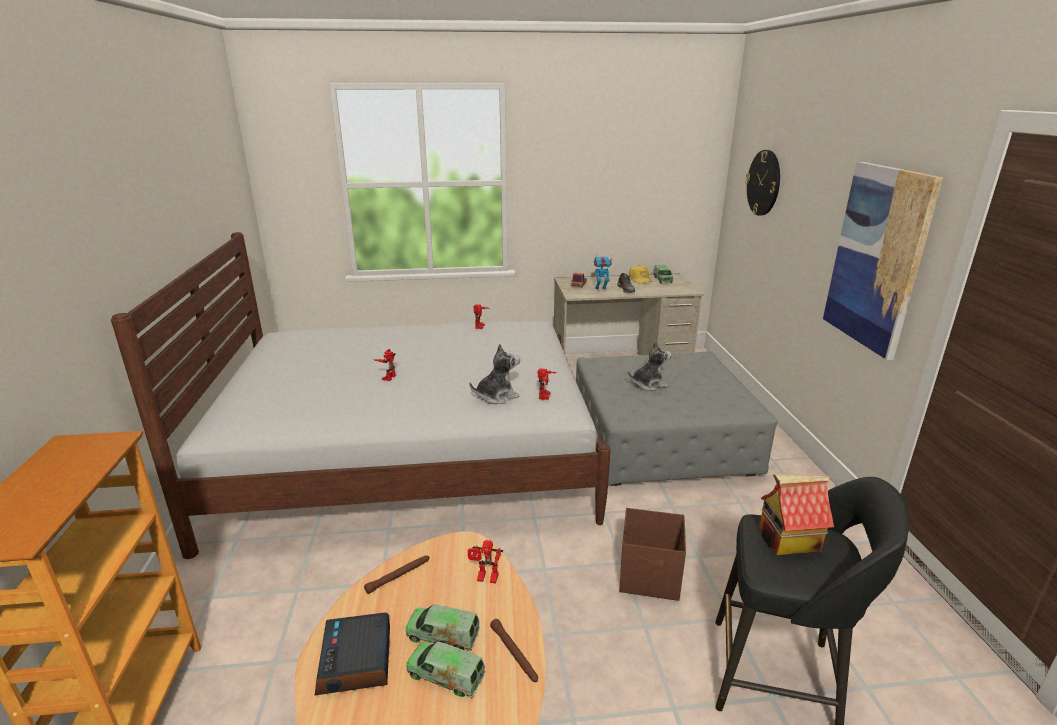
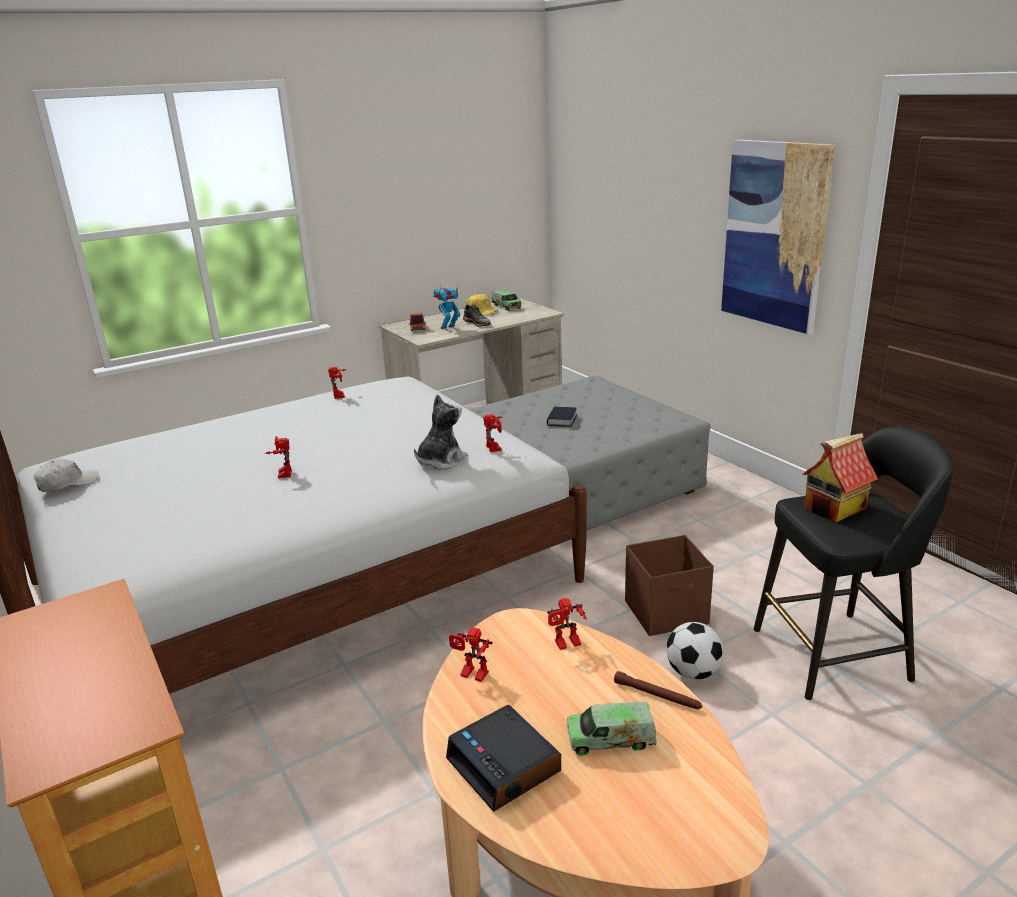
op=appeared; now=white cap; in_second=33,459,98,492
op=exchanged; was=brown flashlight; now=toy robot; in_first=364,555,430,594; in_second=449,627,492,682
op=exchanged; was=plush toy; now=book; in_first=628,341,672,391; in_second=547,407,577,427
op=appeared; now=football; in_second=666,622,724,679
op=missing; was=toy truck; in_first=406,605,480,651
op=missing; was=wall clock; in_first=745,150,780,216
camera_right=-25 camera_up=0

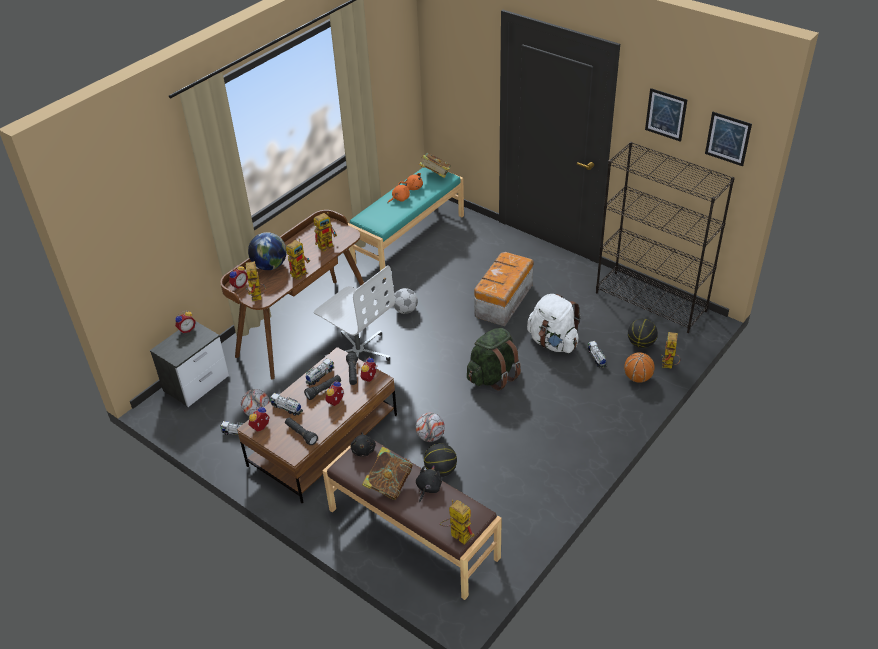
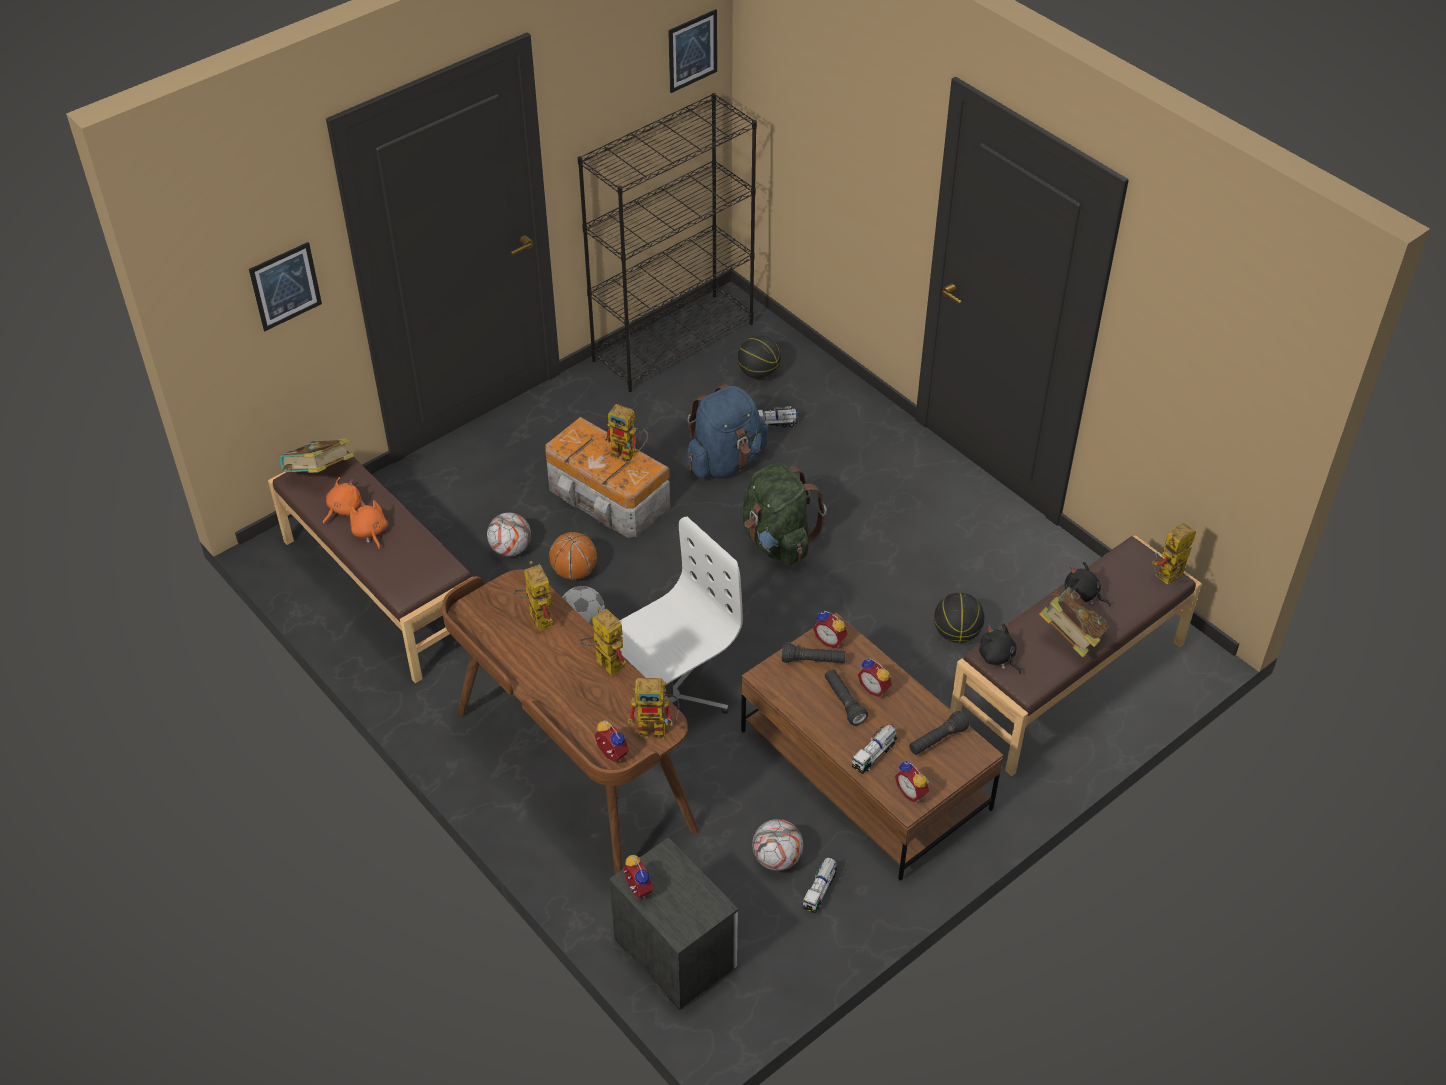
op=relocated; was=picture; in_first=645,88,687,142; in_second=249,242,322,331
op=colour; was=turquoise bench; now=brown bench; in_first=348,167,464,279; in_second=268,451,472,683
op=relocated; was=football; in_first=415,412,445,442; in_second=487,513,531,556
op=relocated; was=basketball; in_first=624,352,655,383; in_second=549,532,597,580
op=relocated; was=toy robot; in_first=662,332,680,368; in_second=604,404,648,463
op=colour; was=white backpack; now=blue backpack; in_first=527,294,581,353; in_second=686,384,768,478
op=spun; was=black plush toy; in_first=350,432,376,456; in_second=979,623,1021,674; clockwise=-135
op=missing; was=globe; in_first=248,232,287,270
op=missing; was=toy truck; in_first=305,358,334,386
camera_right=-80 camera_up=5

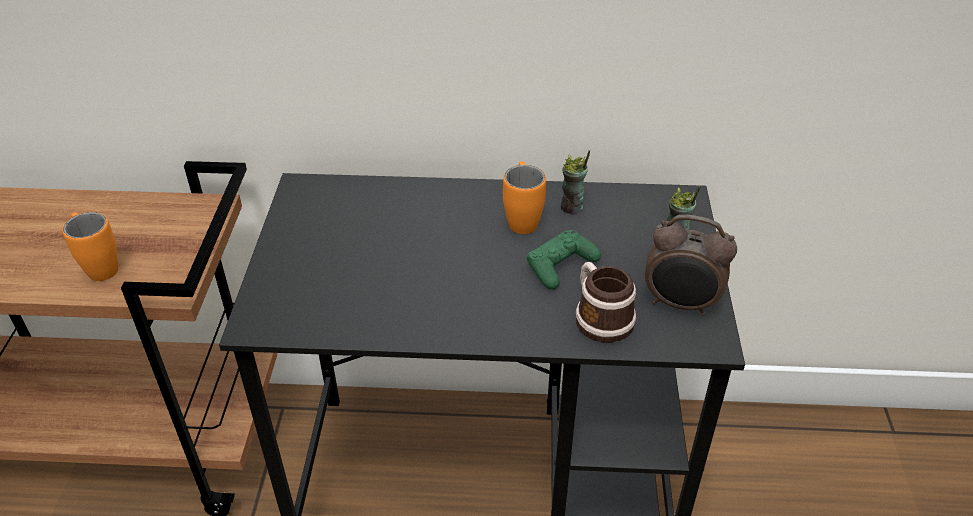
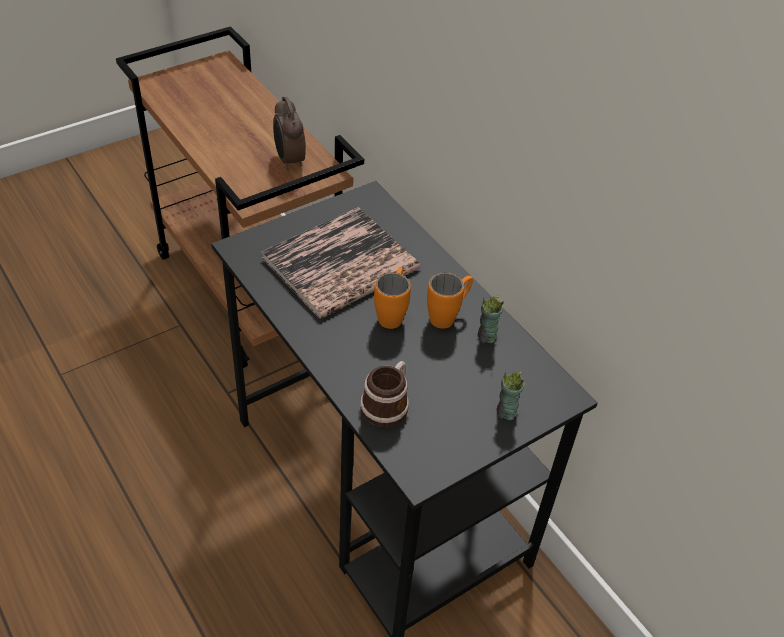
op=appeared; now=book; in_second=262,207,420,319
op=relocated; was=alarm clock; in_first=645,215,737,316; in_second=273,97,306,171
op=relocated; was=orange mug; in_first=63,212,118,281; in_second=374,268,411,329
op=missing; was=green game controller; in_first=527,230,601,290
camera_right=50 camera_up=5

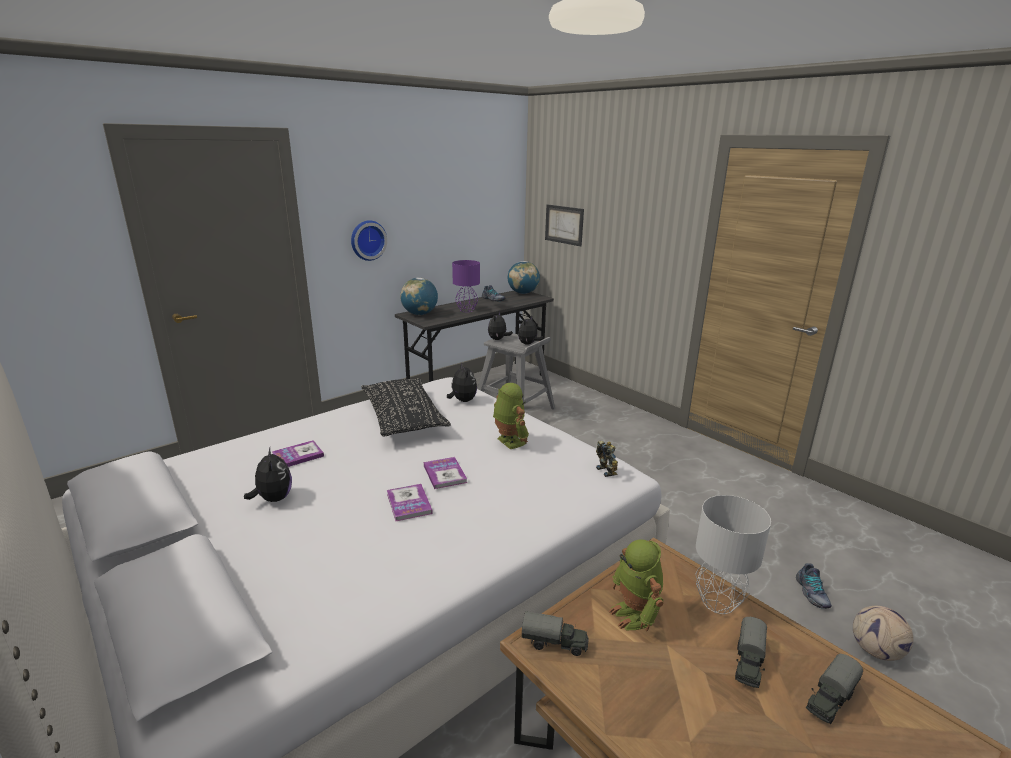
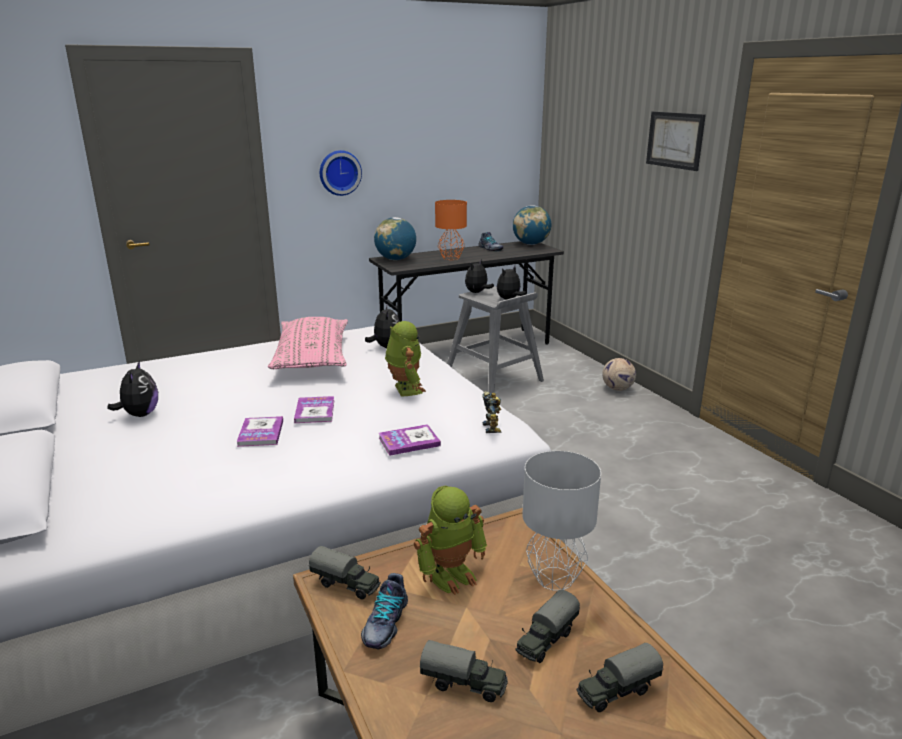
op=colour; was=black pillow; now=pink pillow; in_first=361,378,451,436; in_second=268,317,348,369
op=relocated; was=shoe; in_first=796,563,832,609; in_second=361,573,408,650
op=relocated; was=book; in_first=272,440,324,467; in_second=379,424,441,456
op=spun; was=toy robot; in_first=609,539,663,631; in_second=414,486,487,595; clockwise=-120
op=appeared; now=toy truck; in_second=419,640,508,702
op=colour; was=purple table lamp; now=orange table lamp; in_first=452,260,480,312; in_second=435,200,467,260
op=relocated; was=football; in_first=853,606,914,661; in_second=602,358,636,391
op=relocated; was=picture; in_first=545,204,584,246; in_second=646,111,706,171
camera_right=15 camera_up=0

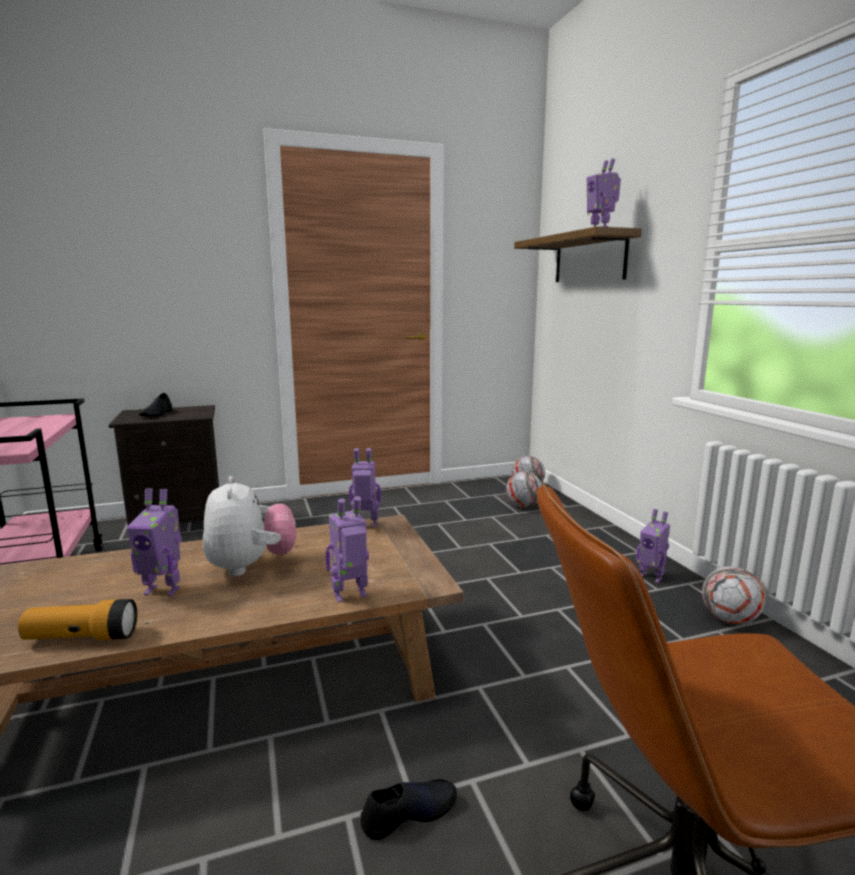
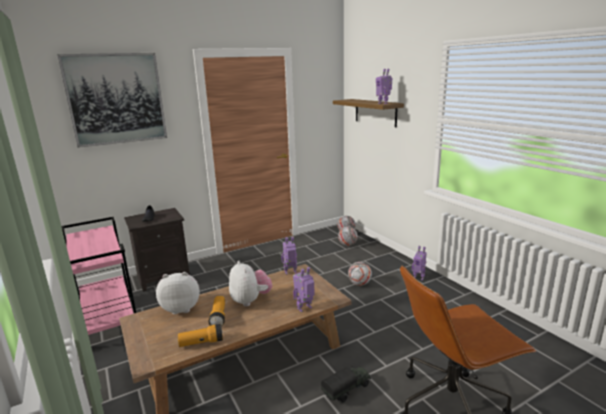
op=appeared; now=picture; in_second=57,53,167,148
op=appeared; now=plush toy; in_second=156,272,200,314
op=exchanged; was=toy robot; now=flashlight; in_first=127,489,182,596; in_second=209,296,225,327
op=exchanged; was=black shoe; now=toy truck; in_first=361,779,457,840; in_second=321,366,371,402
op=relocated; was=football; in_first=702,566,766,624; in_second=348,262,372,286
camera_right=-10 camera_up=5

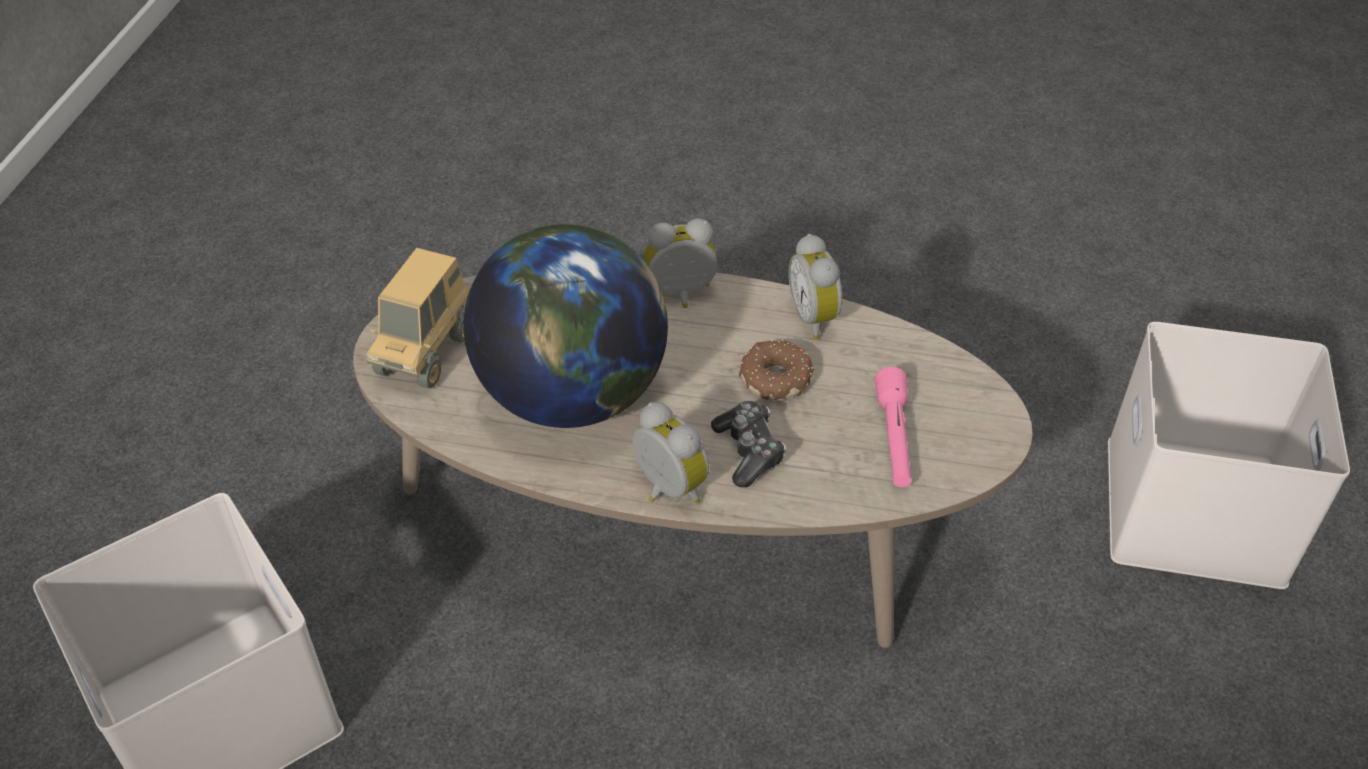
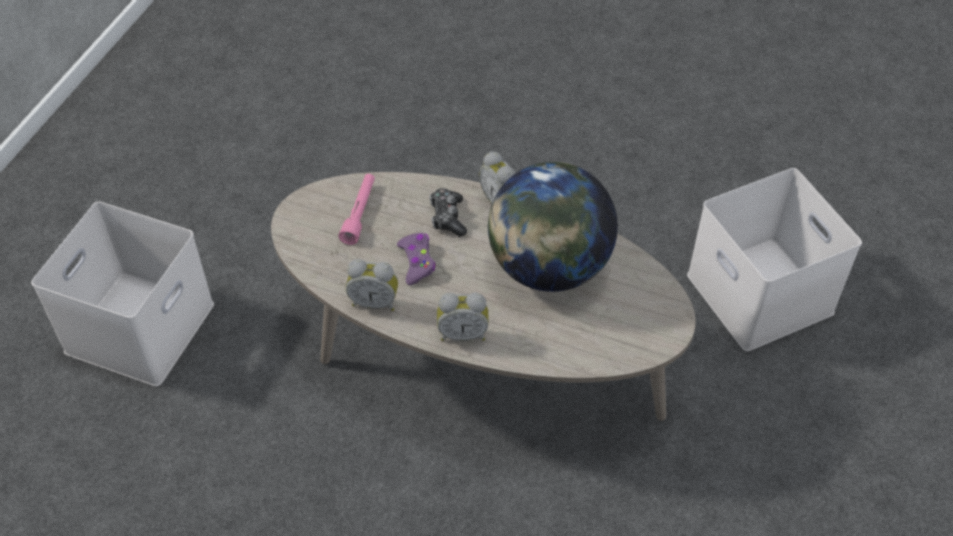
op=spun; was=alarm clock; in_first=789,234,842,340; in_second=346,259,398,311; clockwise=105
op=exchanged; was=donut; now=purple game controller; in_first=739,339,814,400; in_second=397,233,436,285
op=missing; was=toy truck; in_first=366,248,470,389
camera_right=-170 camera_up=5

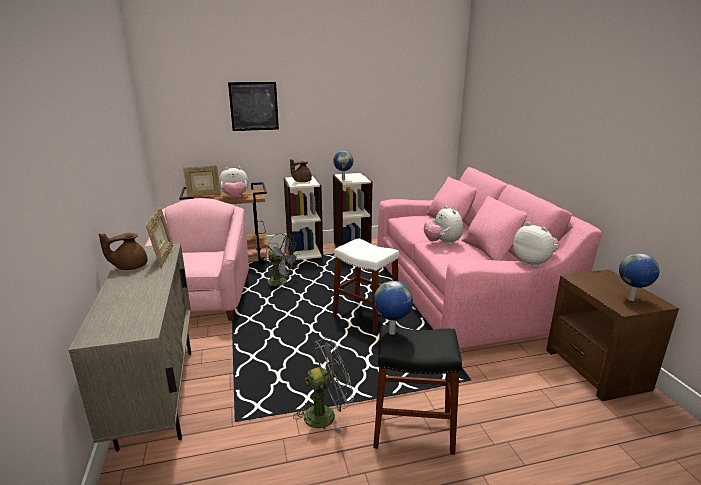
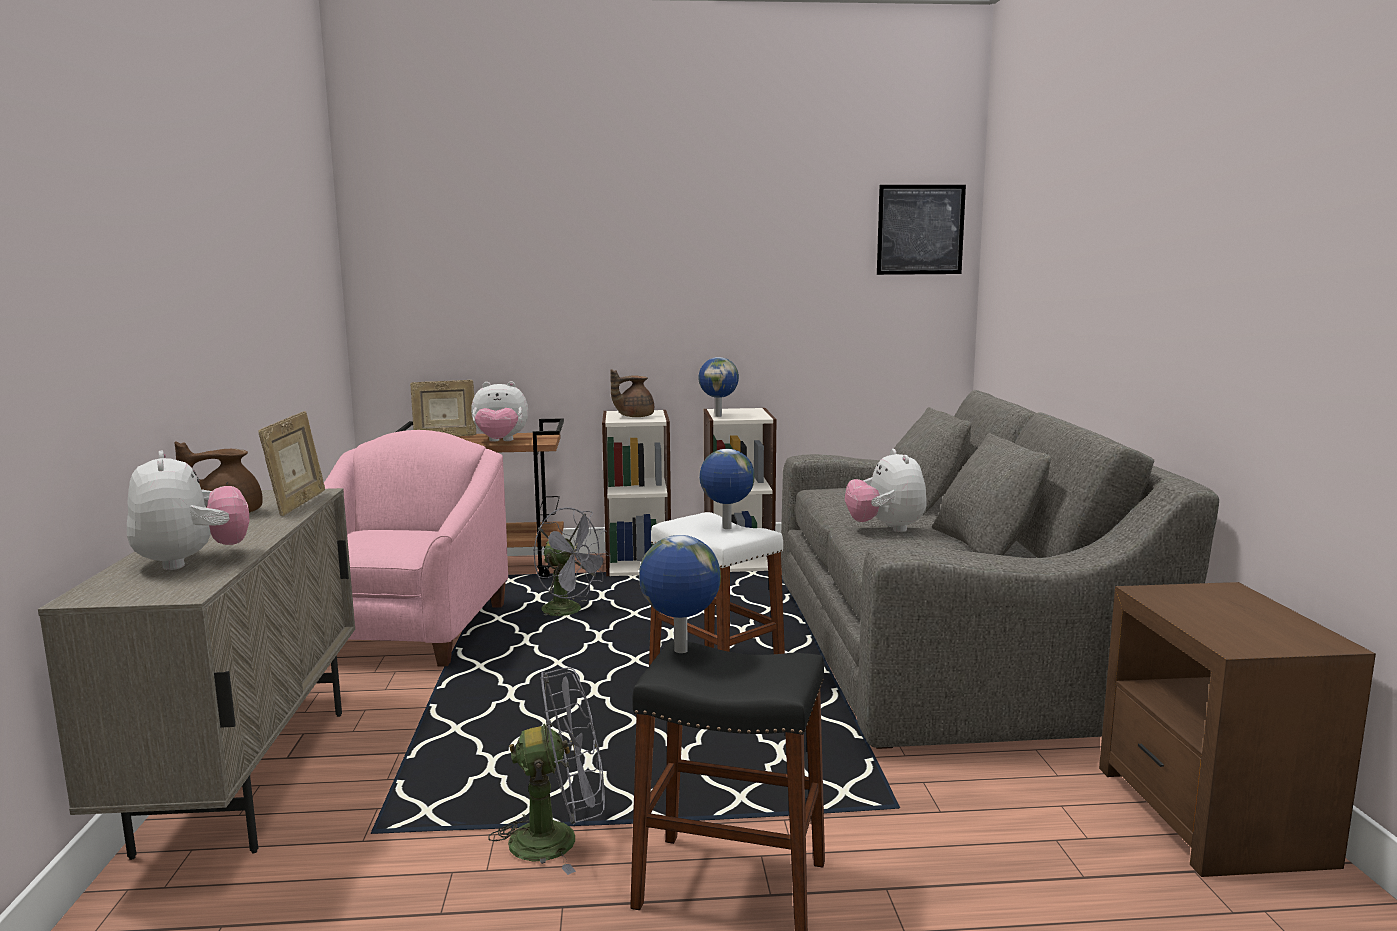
op=relocated; was=plush toy; in_first=513,222,559,268; in_second=127,451,249,570
op=relocated; was=globe; in_first=619,253,659,301; in_second=699,449,755,529
op=colour; was=pink sofa; now=grey sofa; in_first=377,167,602,349; in_second=781,390,1219,749
op=relocated; was=picture; in_first=228,82,279,131; in_second=877,185,966,275
camera_right=10 camera_up=-10

